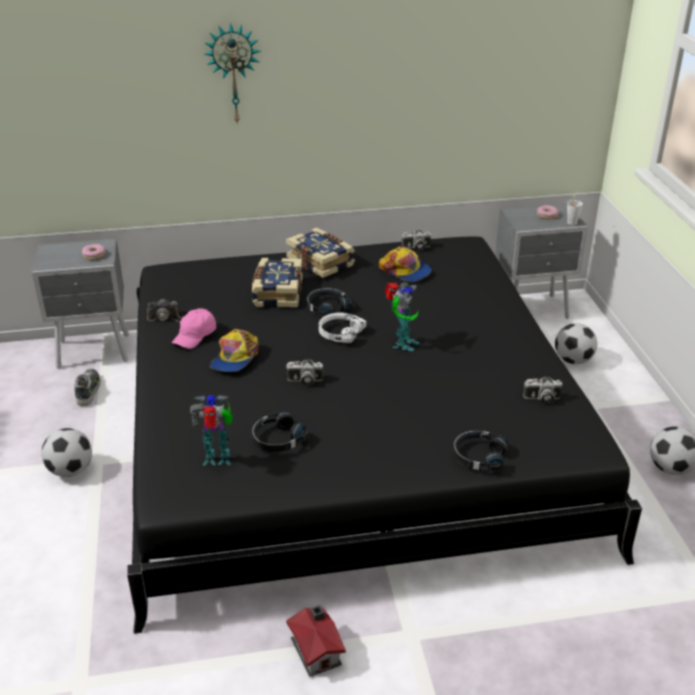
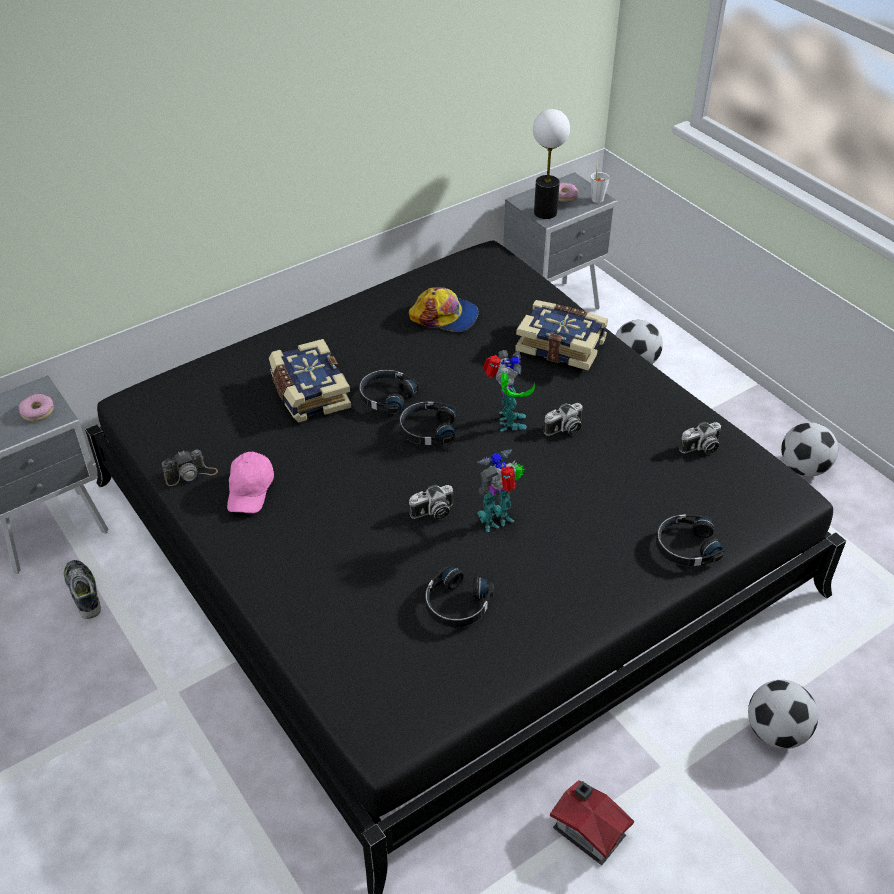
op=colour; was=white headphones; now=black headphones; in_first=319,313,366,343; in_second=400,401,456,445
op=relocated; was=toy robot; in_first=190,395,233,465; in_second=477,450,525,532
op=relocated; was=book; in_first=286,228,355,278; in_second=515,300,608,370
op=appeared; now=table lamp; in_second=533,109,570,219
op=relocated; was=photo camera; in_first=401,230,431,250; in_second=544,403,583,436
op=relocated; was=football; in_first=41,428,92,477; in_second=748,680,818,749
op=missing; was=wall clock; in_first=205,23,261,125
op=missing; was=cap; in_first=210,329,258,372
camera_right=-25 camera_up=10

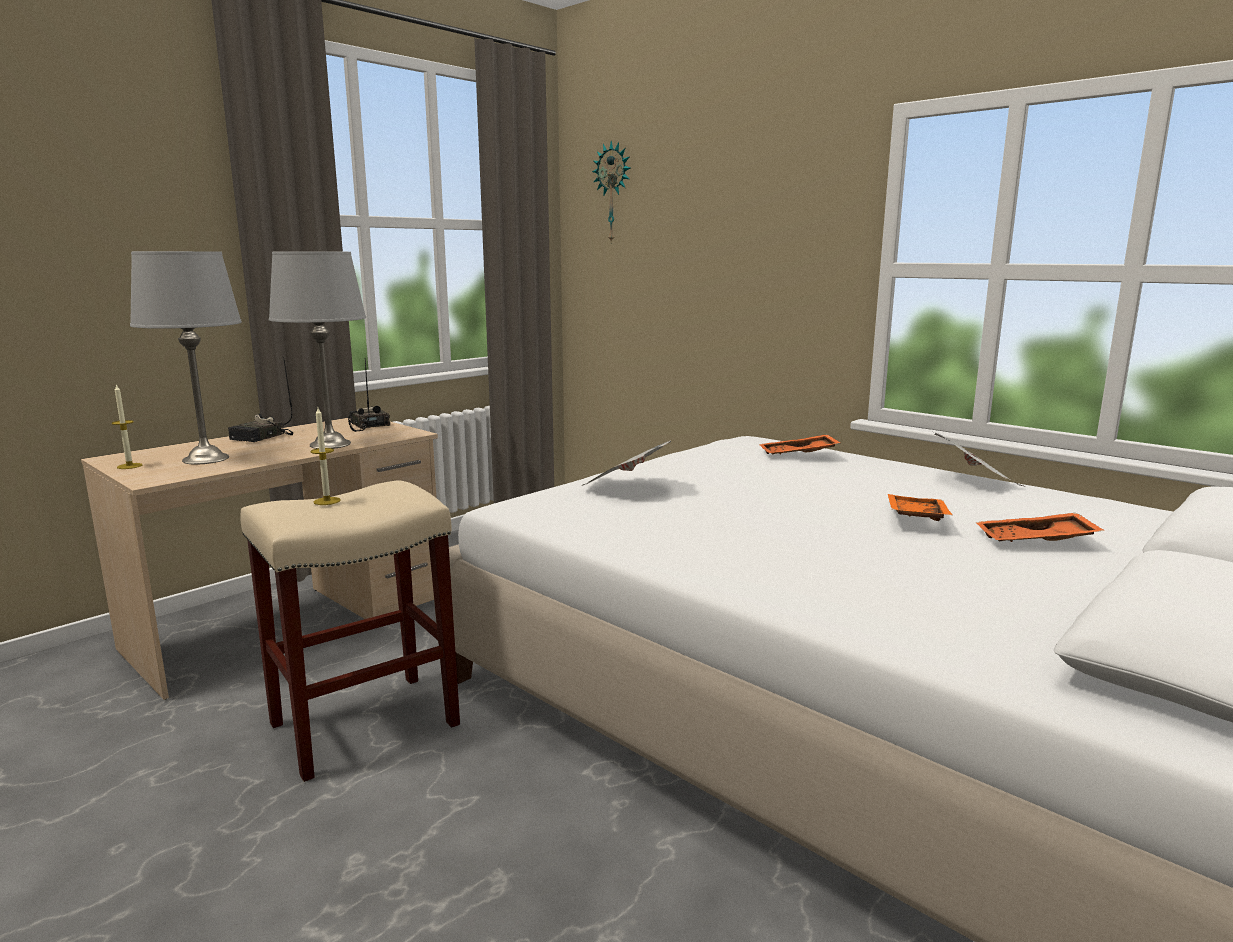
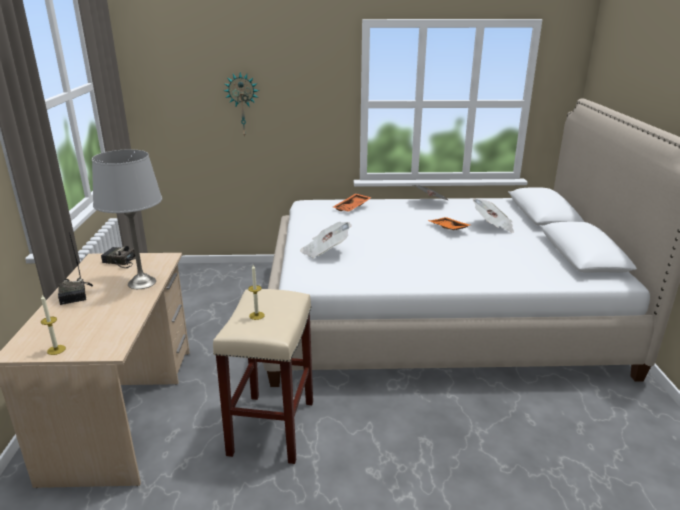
op=relocated; was=wall clock; in_first=592,140,630,244; in_second=224,72,259,137
op=exchanged; was=orange tray; now=newspaper; in_first=975,513,1105,542; in_second=473,198,514,233
op=missing; was=grey table lamp; in_first=130,251,242,465
camera_right=-45 camera_up=10

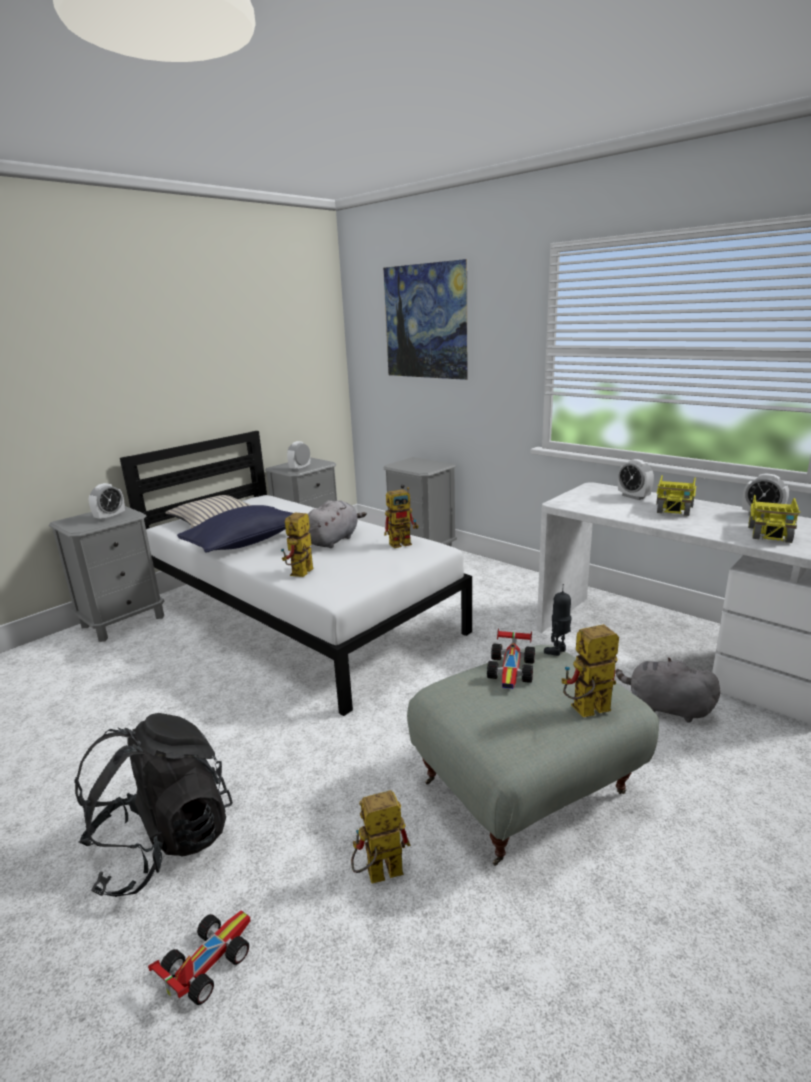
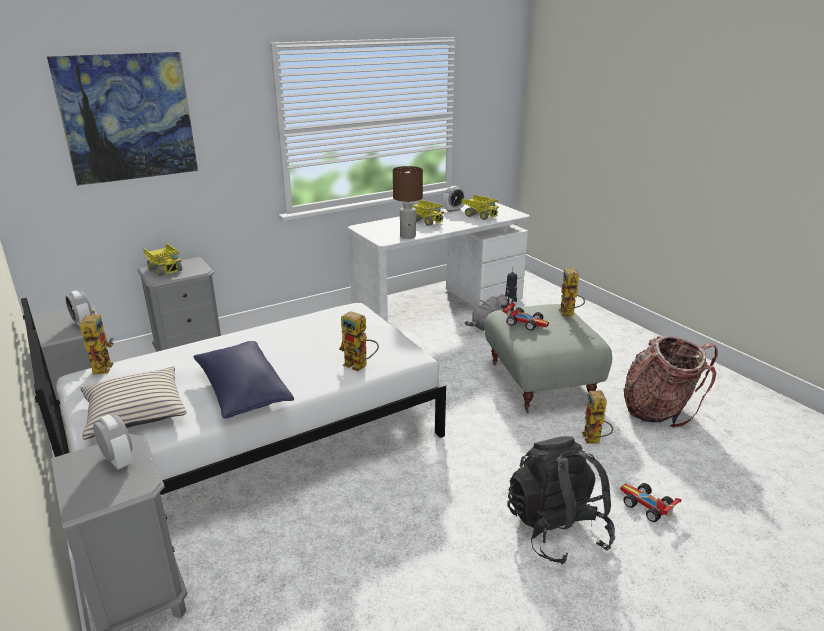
op=relocated; was=toy robot; in_first=384,487,418,548; in_second=80,310,114,375
op=appeared; now=toy truck; in_second=143,243,182,276
op=appeared; now=brown table lamp; in_second=393,166,423,239
op=appeared; now=backpack; in_second=624,335,718,428
op=missing; was=grey plush toy; in_first=308,500,367,548
op=missing; was=alarm clock; in_first=618,459,654,500
camera_right=-75 camera_up=5

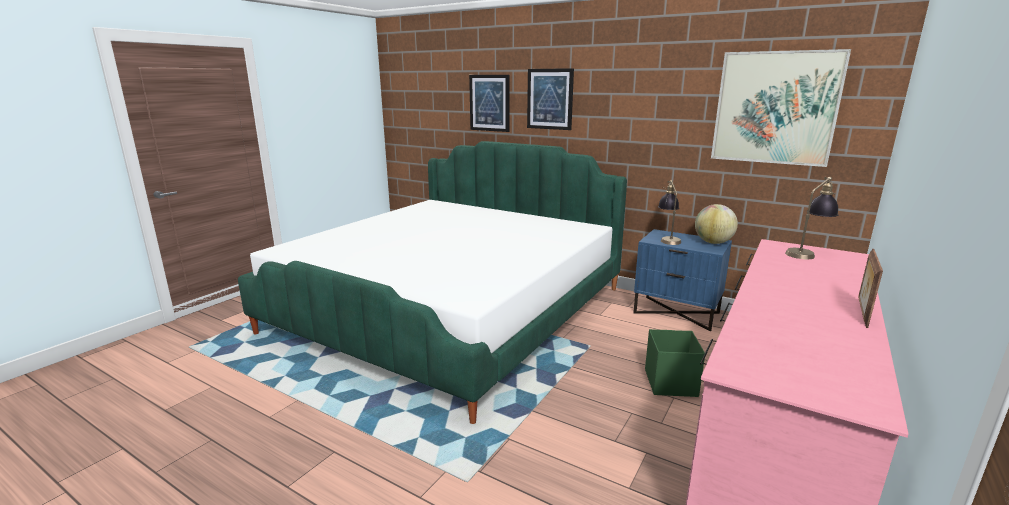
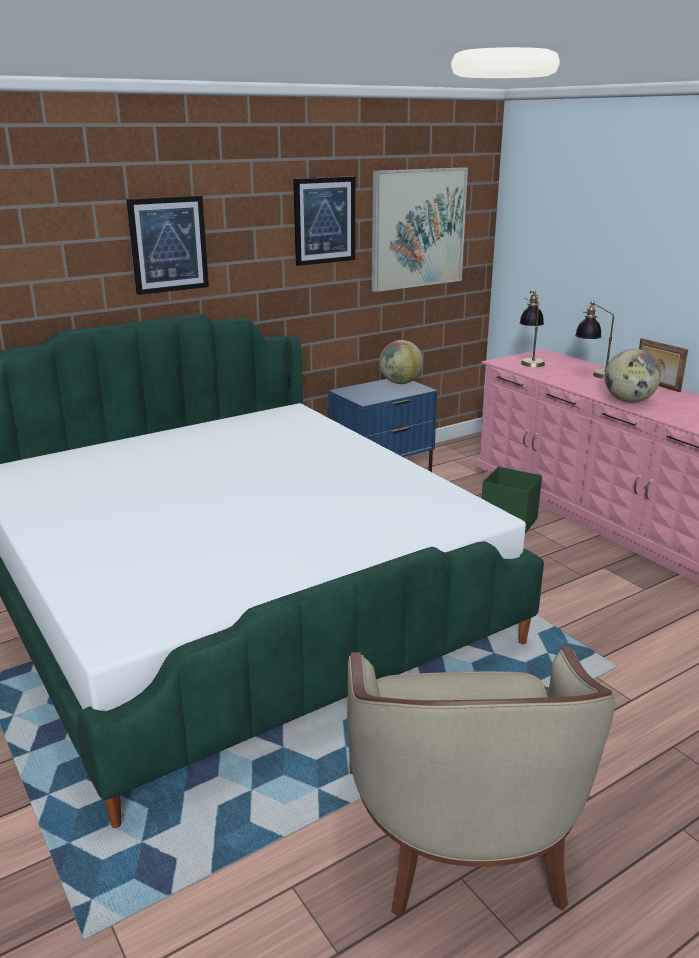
op=relocated; was=picture; in_first=469,75,510,132; in_second=293,176,355,266
op=appeared; now=beige armchair; in_second=347,647,615,917
op=relocated; was=table lamp; in_first=658,180,681,245; in_second=575,301,614,379
op=appeared; now=globe; in_second=605,349,661,403
camera_right=-65 camera_up=5

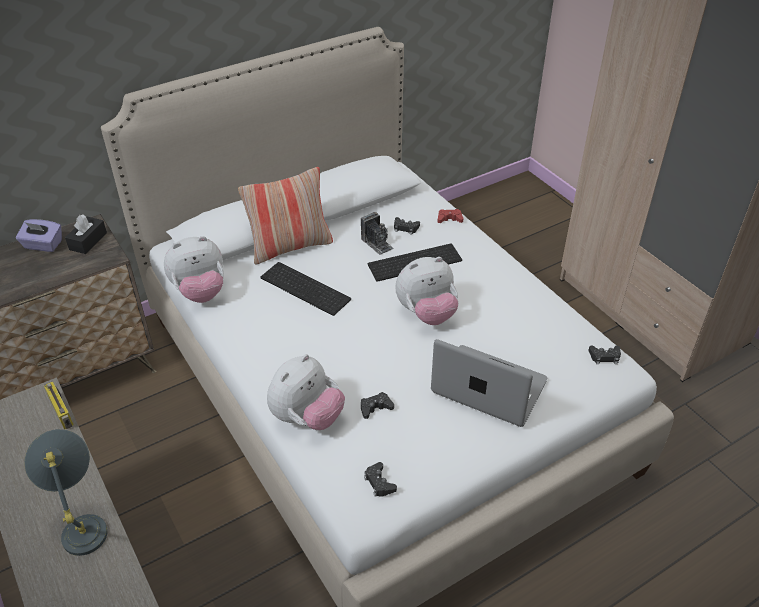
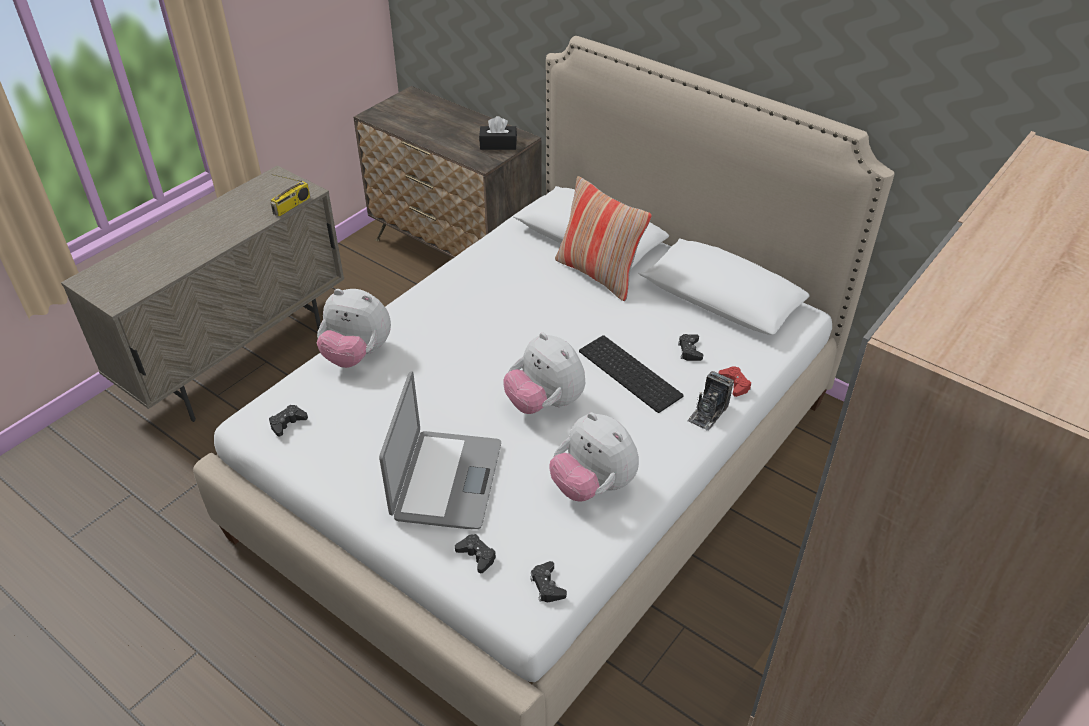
op=relocated; was=black game controller; in_first=361,392,394,419; in_second=455,534,496,573
op=relocated; was=plush toy; in_first=164,236,224,303; in_second=550,412,639,501
op=relocated; was=photo camera; in_first=361,212,394,255; in_second=687,371,734,431
op=missing; was=purple tissue box; in_first=16,219,62,252
op=missing; was=grey table lamp; in_first=24,429,108,556
op=missing; was=keyboard; in_first=261,262,351,316
camera_right=70 camera_up=0

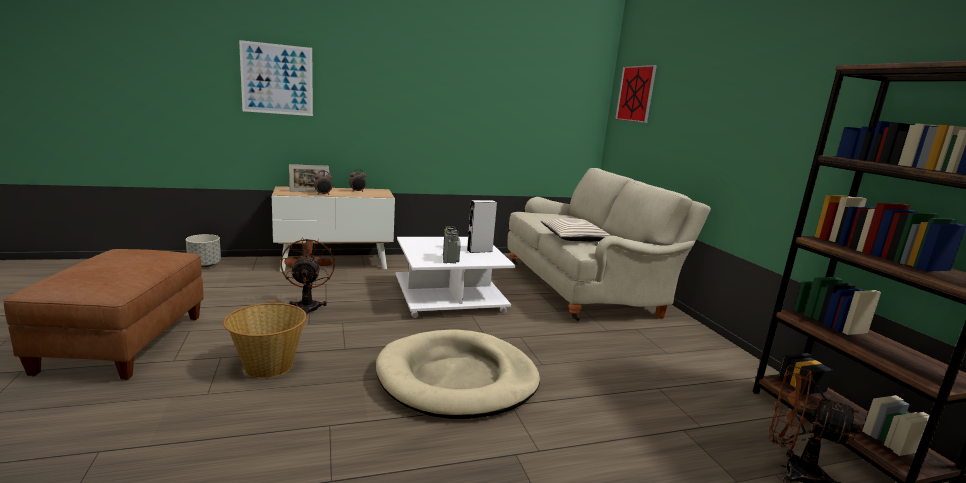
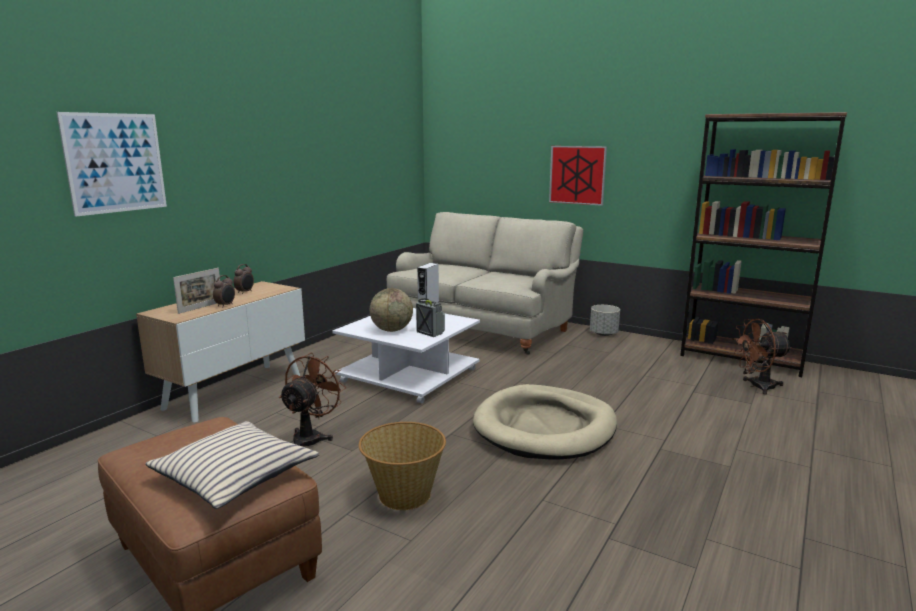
op=relocated; was=beige pillow; in_first=541,218,612,242; in_second=145,421,320,509
op=spun; was=brown fan; in_first=280,237,335,318; in_second=279,352,346,447; clockwise=75
op=appeared; now=globe; in_second=370,288,413,332
op=relocated; was=picture; in_first=615,65,657,123; in_second=549,146,607,206
op=relocated; was=grey planter; in_first=186,234,221,267; in_second=590,305,620,336
camera_right=-40 camera_up=0

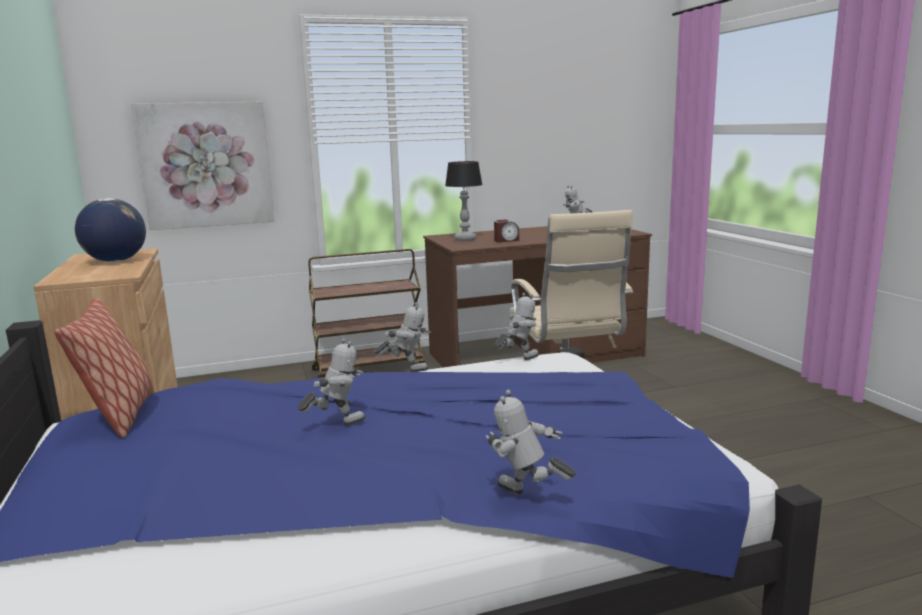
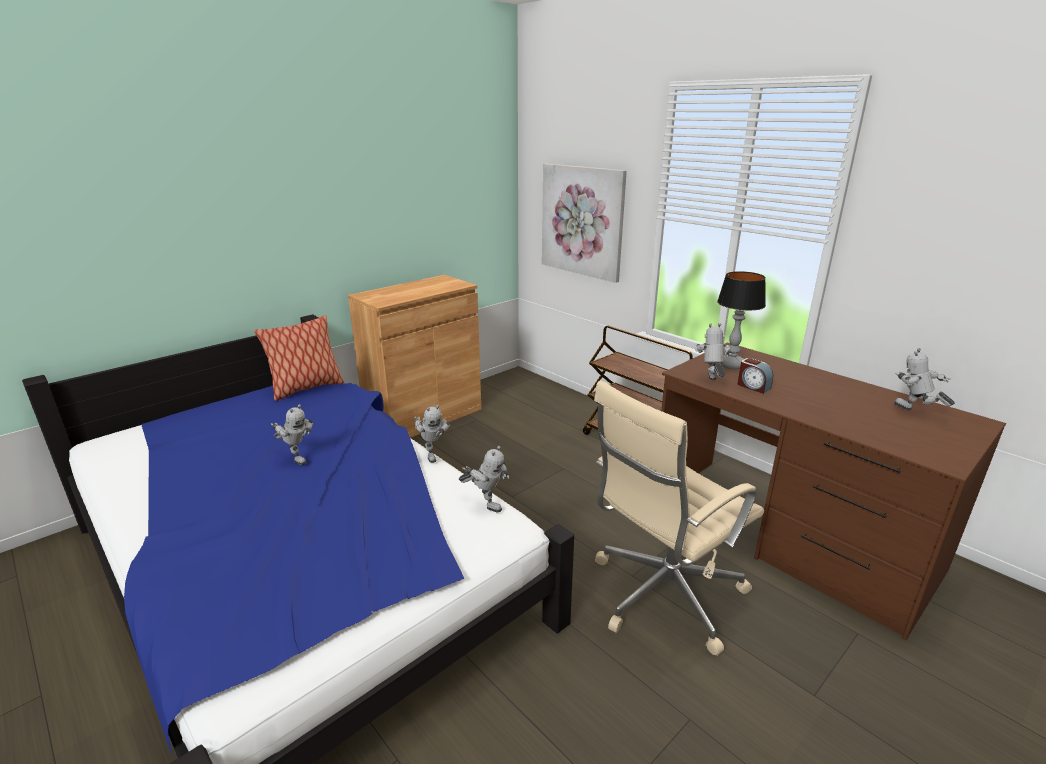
op=relocated; was=toy robot; in_first=485,390,576,494; in_second=695,323,731,380
op=missing; was=globe; in_first=75,198,146,262
camera_right=65 camera_up=10

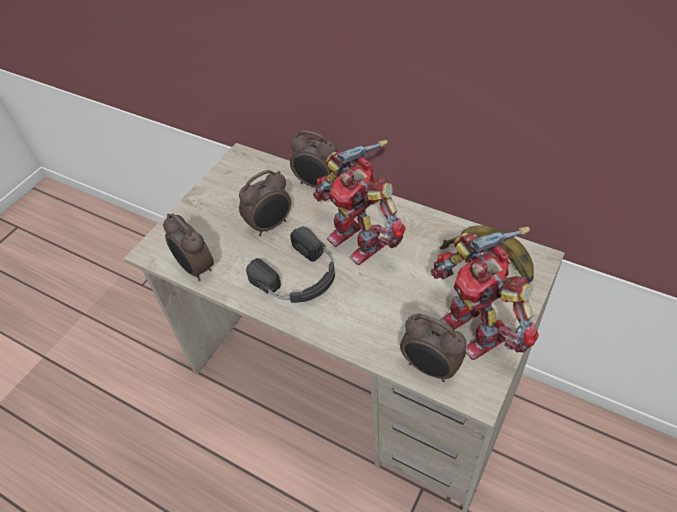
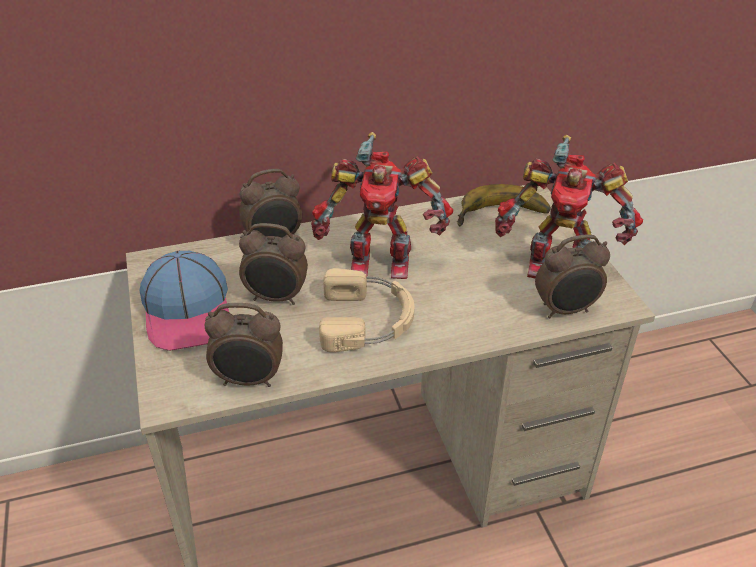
op=appeared; now=cap; in_second=140,251,229,351
op=spun; was=alarm clock; in_first=239,170,291,236; in_second=239,223,308,305; clockwise=90
op=colour; was=black headphones; now=beige headphones; in_first=246,227,335,303; in_second=319,268,415,352
camera_right=-50 camera_up=-10

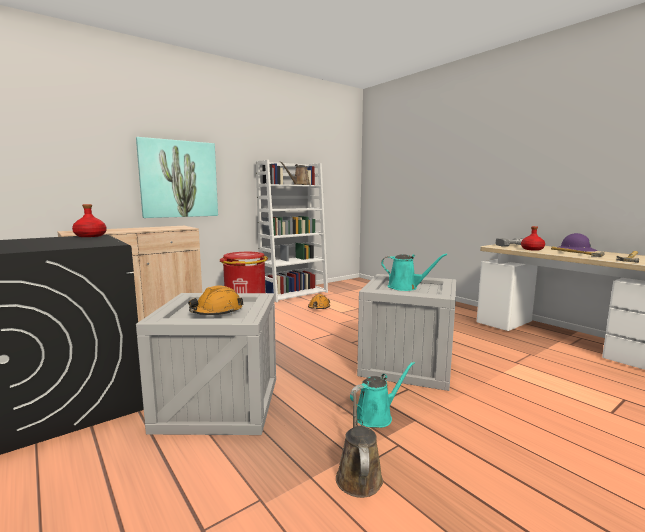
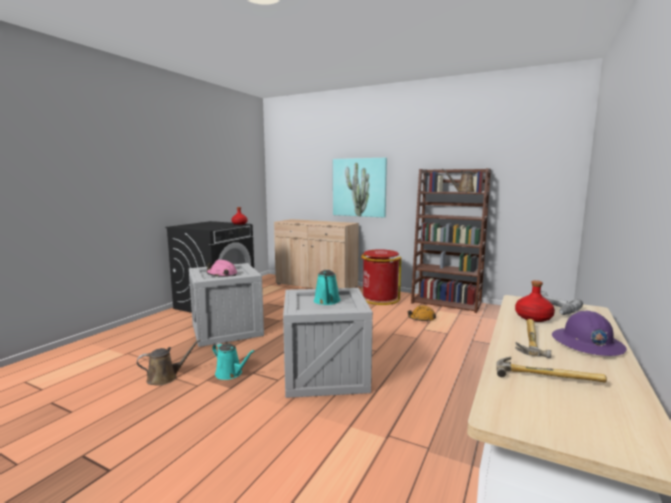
op=colour; was=orange hard hat; now=pink hard hat; in_first=188,285,244,315; in_second=207,260,237,277
op=colour; was=white bookcase; now=brown bookcase; in_first=256,160,328,302; in_second=411,168,491,313
camera_right=65 camera_up=0

